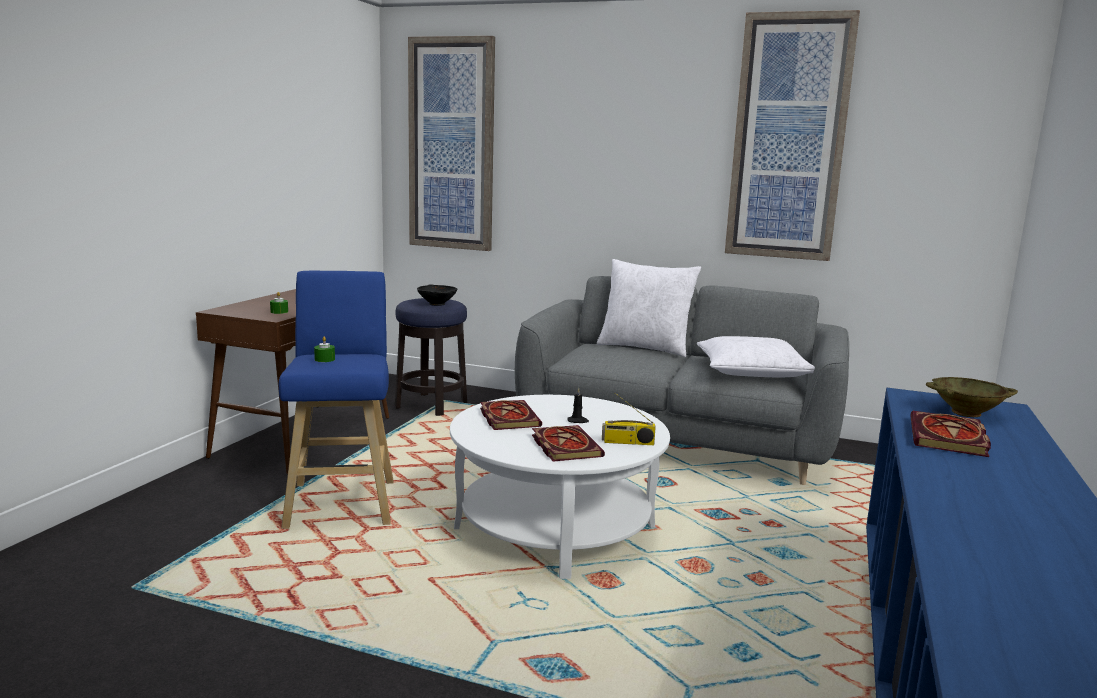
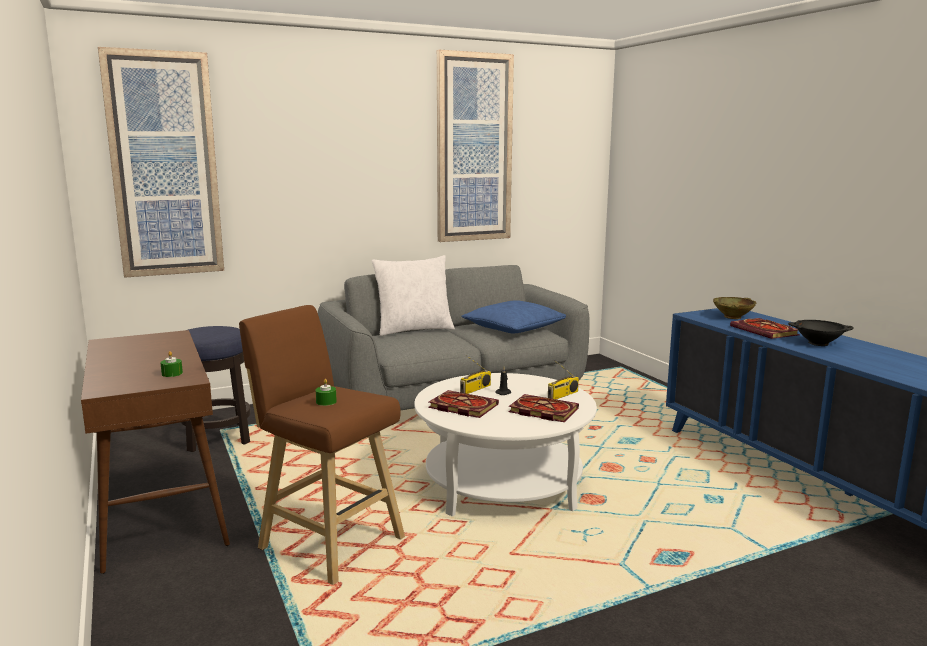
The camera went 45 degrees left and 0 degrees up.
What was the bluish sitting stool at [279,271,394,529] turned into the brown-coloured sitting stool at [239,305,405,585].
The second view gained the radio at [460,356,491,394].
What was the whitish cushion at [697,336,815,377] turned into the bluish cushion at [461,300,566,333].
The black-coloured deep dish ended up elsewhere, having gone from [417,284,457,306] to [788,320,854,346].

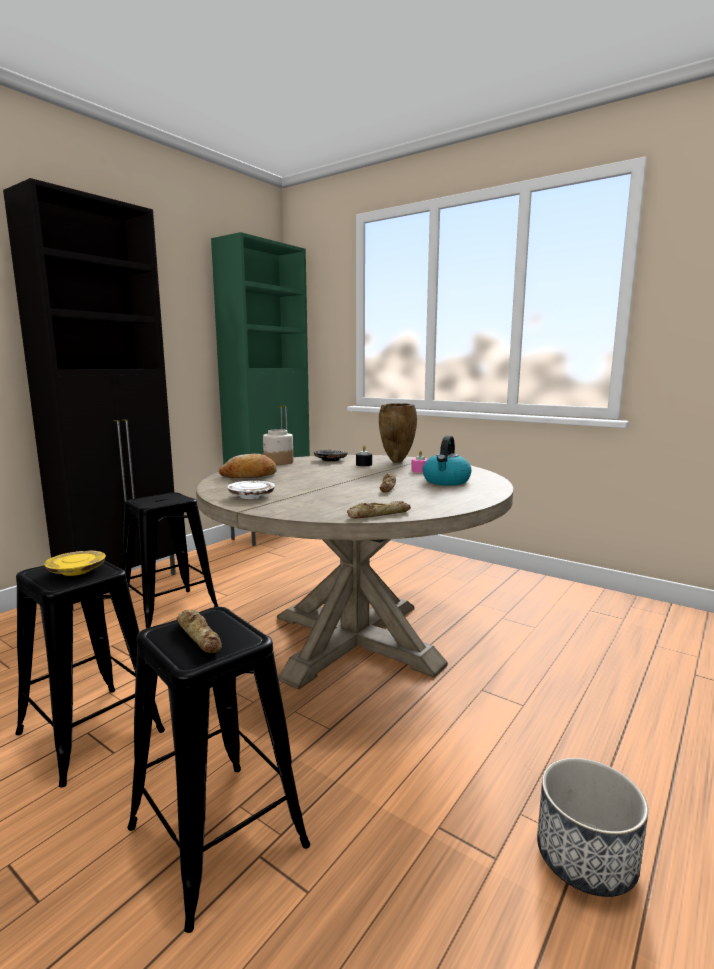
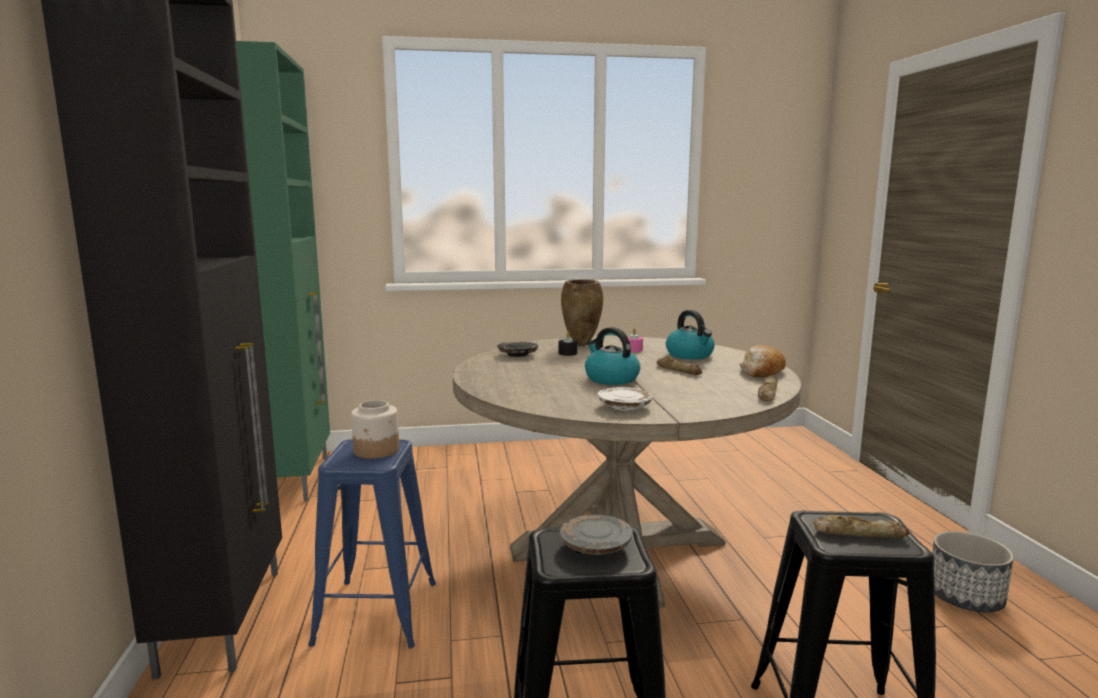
The camera went 45 degrees left and 0 degrees up.
What was the black-coloured sitting stool at [123,492,218,628] turned into the bluish sitting stool at [308,439,436,648].
The preserve jar ended up elsewhere, having gone from [263,429,293,465] to [351,400,399,459].
What was the yellow flat dish at [44,551,106,576] turned into the gray flat dish at [560,515,633,555].
The second view gained the kettle at [585,327,640,385].
The baked bread ended up elsewhere, having gone from [219,454,277,478] to [740,345,786,377].

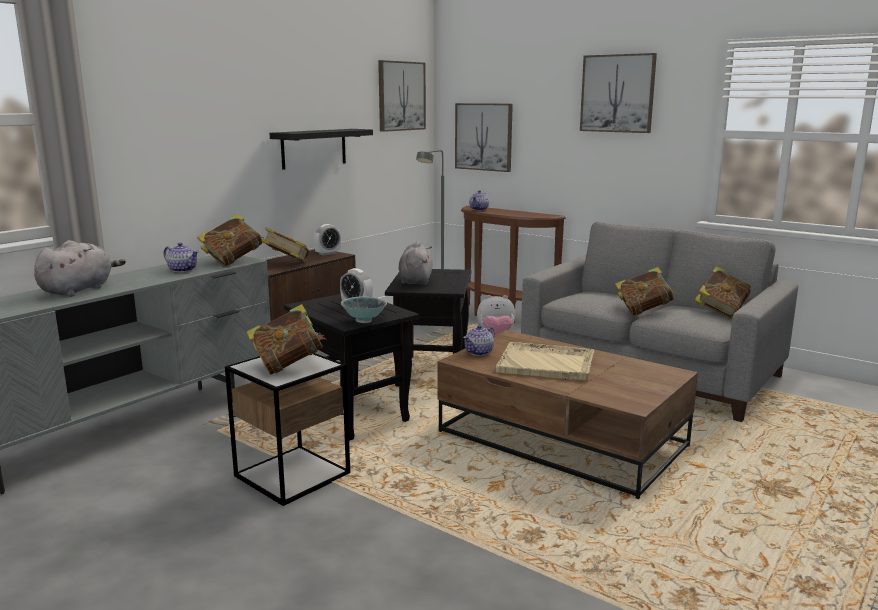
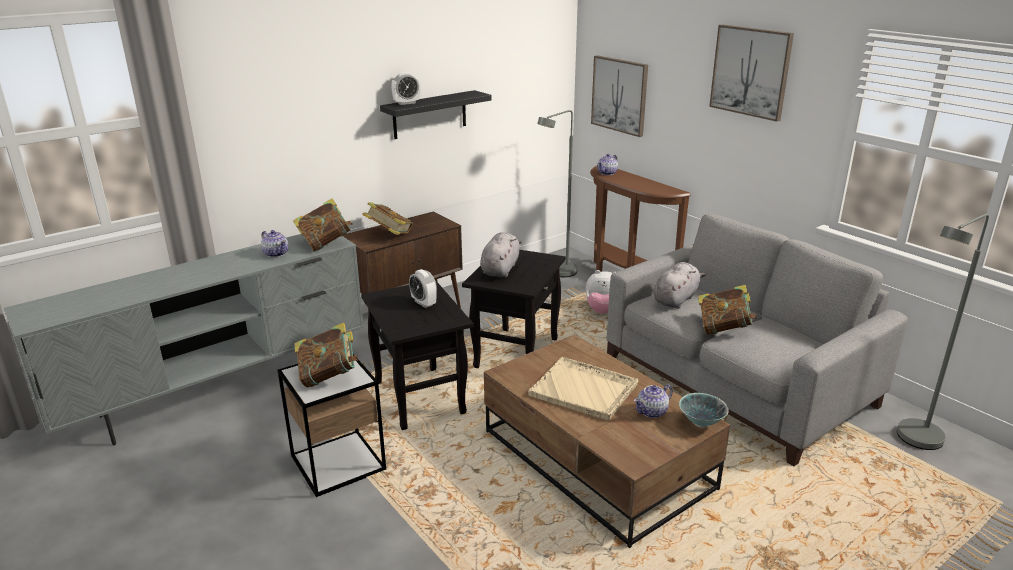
The camera went 15 degrees right and 10 degrees up.
The bedside clock ended up elsewhere, having gone from [314,224,341,256] to [391,72,420,105].
The pot for tea ended up elsewhere, having gone from [463,325,495,356] to [634,385,673,418].
The gray soft toy ended up elsewhere, having gone from [34,240,126,297] to [654,262,706,309].
The deep dish ended up elsewhere, having gone from [341,297,387,323] to [679,393,729,428].
The second view gained the gray standing lamp at [897,214,989,450].
The second view lost the wall picture at [378,60,426,132].
The second view lost the bound book at [694,266,751,318].

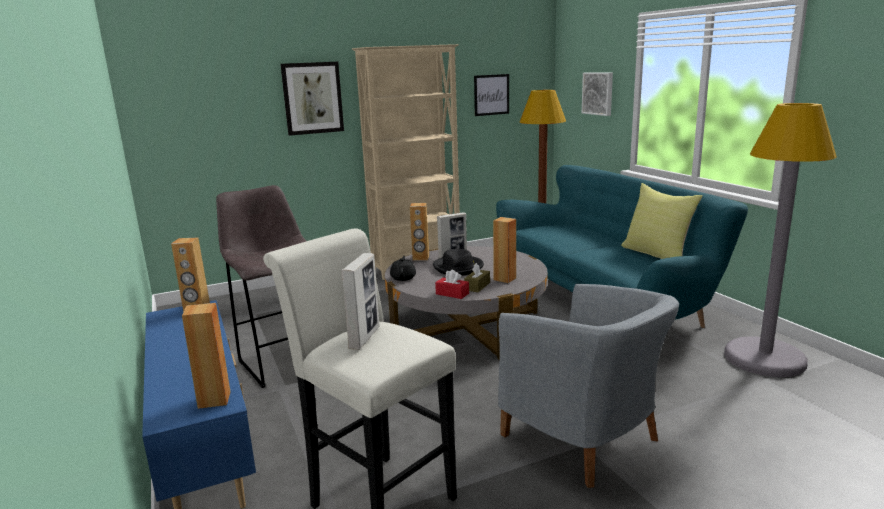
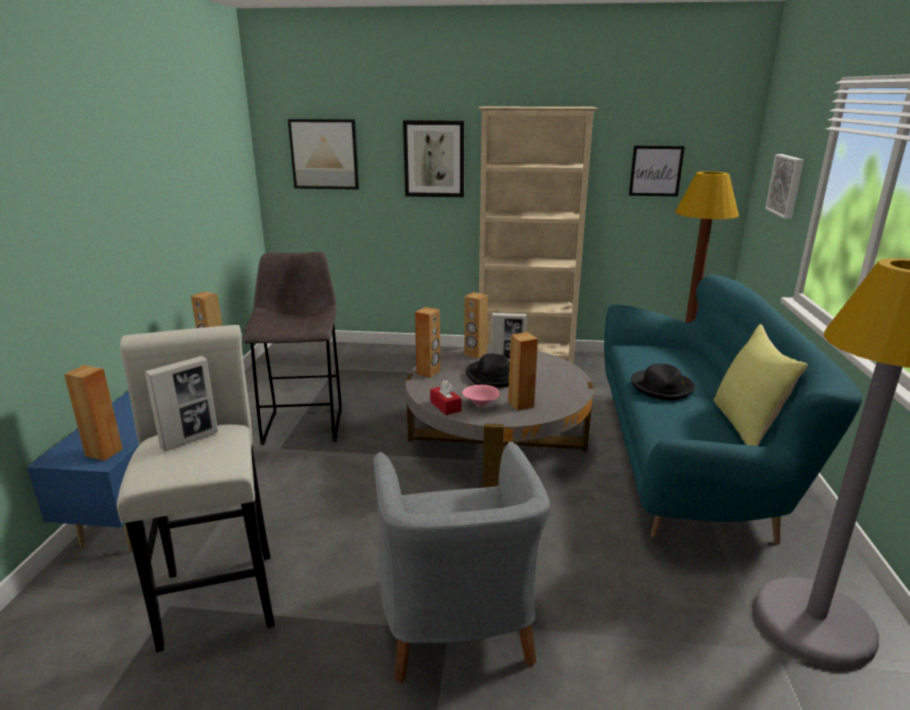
The camera went 30 degrees right and 5 degrees up.
The second view gained the wall picture at [288,119,359,190].
Where the black-coloured pot for tea stood at [390,256,416,281], the brown-coloured loudspeaker came to stand at [415,307,440,378].
Where the brown-coloured box of tissues stood at [464,263,490,292], the pink-coloured deep dish came to stand at [462,385,500,407].
The second view gained the black-coloured hat at [631,364,695,401].

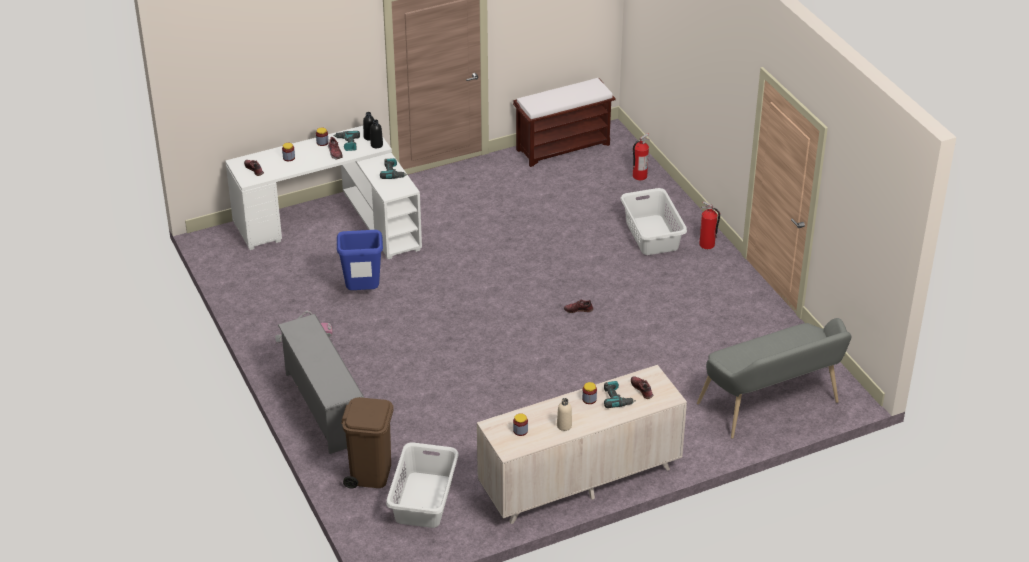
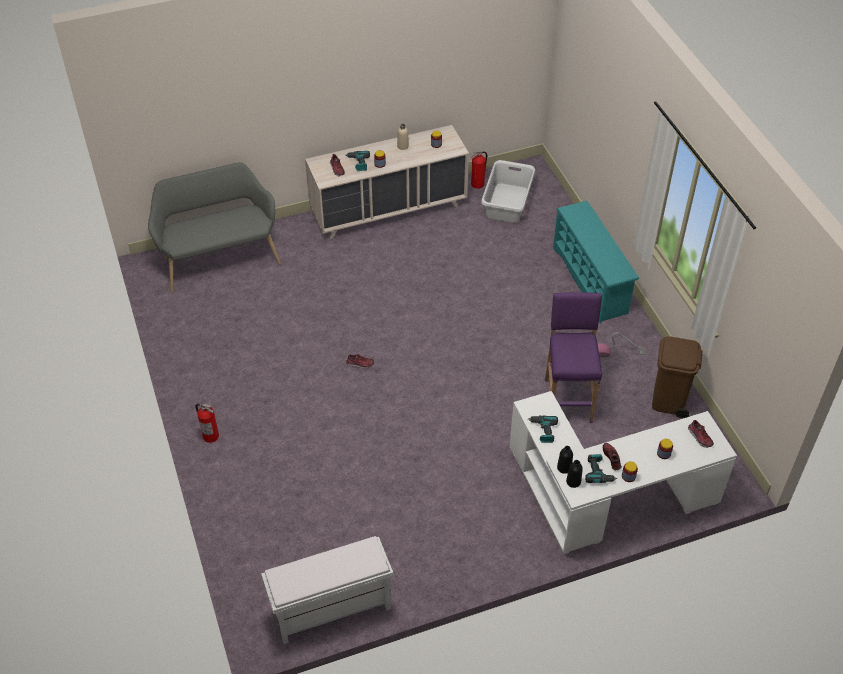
The camera went 175 degrees left and 10 degrees up.
What was the brown-coloured long seat at [513,78,616,167] turned into the whitish long seat at [261,536,394,644].
The fire-fighting cylinder ended up elsewhere, having gone from [633,133,649,180] to [471,151,487,189].
Where the bluish trash can stood at [337,230,383,290], the purplish sitting stool came to stand at [545,292,602,423].
What was the gray shoe rack at [278,314,364,454] turned into the turquoise shoe rack at [553,201,639,323].
The brown-coloured trash can ended up elsewhere, having gone from [341,397,394,489] to [652,336,702,419].
The second view lost the whitish washing basket at [620,188,687,255].

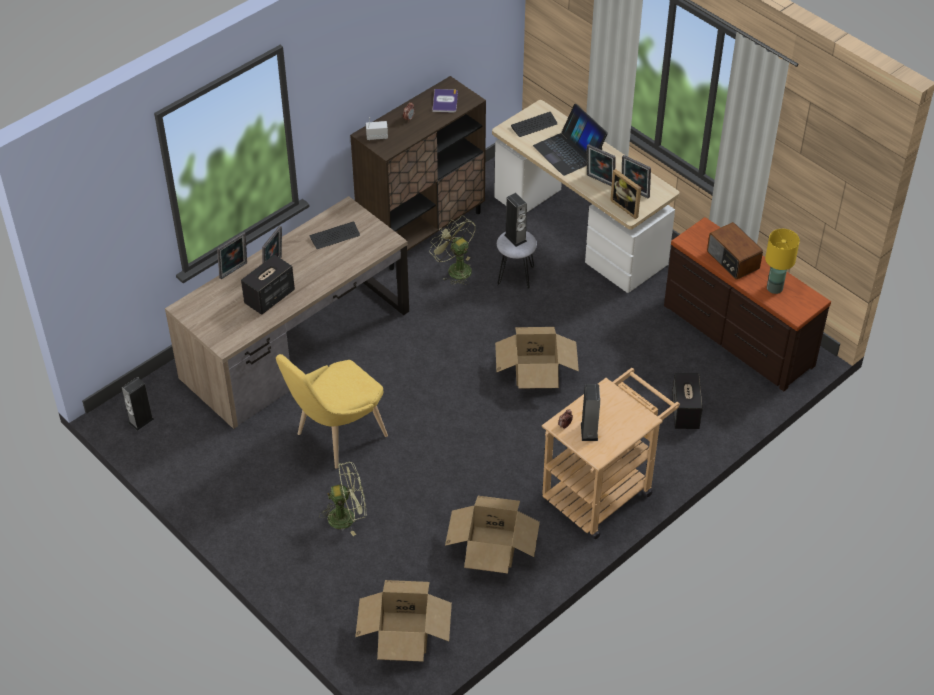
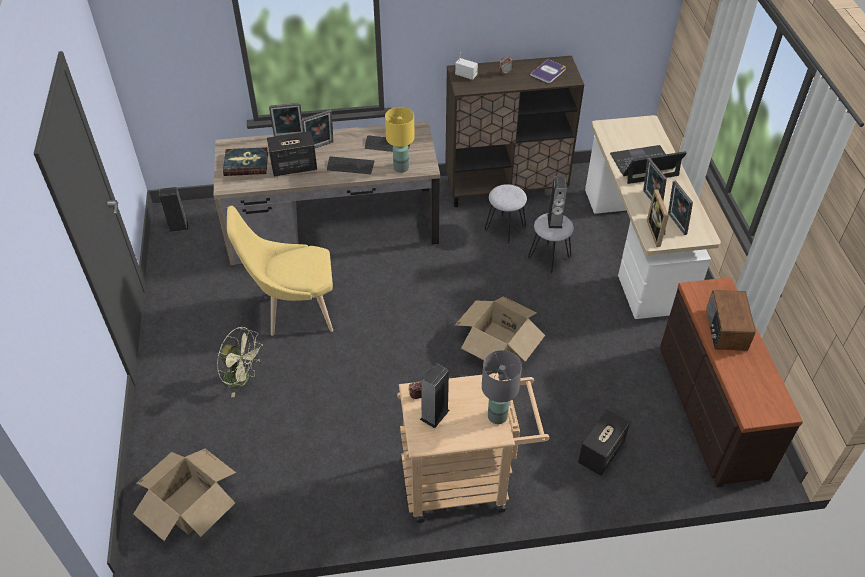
The camera went 35 degrees right and 0 degrees up.
The second view gained the bound book at [223,147,268,176].
The PC keyboard ended up elsewhere, having gone from [511,112,558,137] to [327,156,374,174].
The yellow table lamp ended up elsewhere, having gone from [765,229,800,294] to [385,107,415,173].
The second view gained the gray table lamp at [482,350,522,424].
Where the greenish fan stood at [429,215,476,285], the gray sitting stool came to stand at [485,184,527,244].
The notebook computer at [533,104,608,176] ended up facing another way, 75 degrees clockwise from before.
The second view lost the carton at [445,496,540,573].

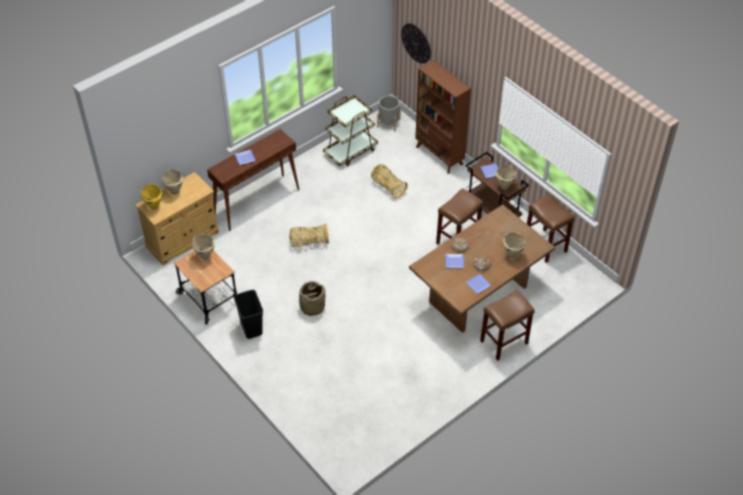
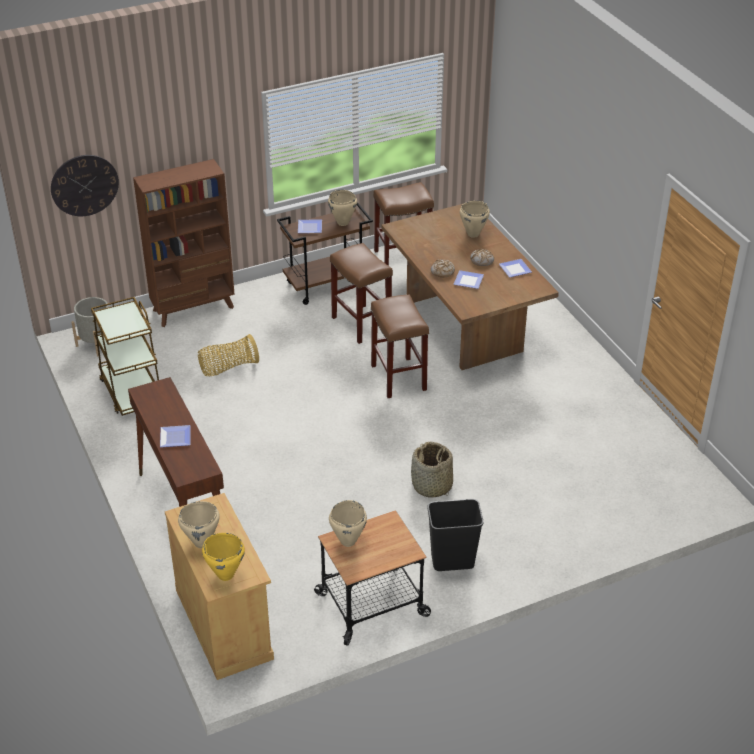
The camera went 75 degrees left and 10 degrees down.
The brown-coloured sitting stool ended up elsewhere, having gone from [480,290,535,361] to [371,294,429,398].
The second view lost the storage basket at [289,224,329,247].

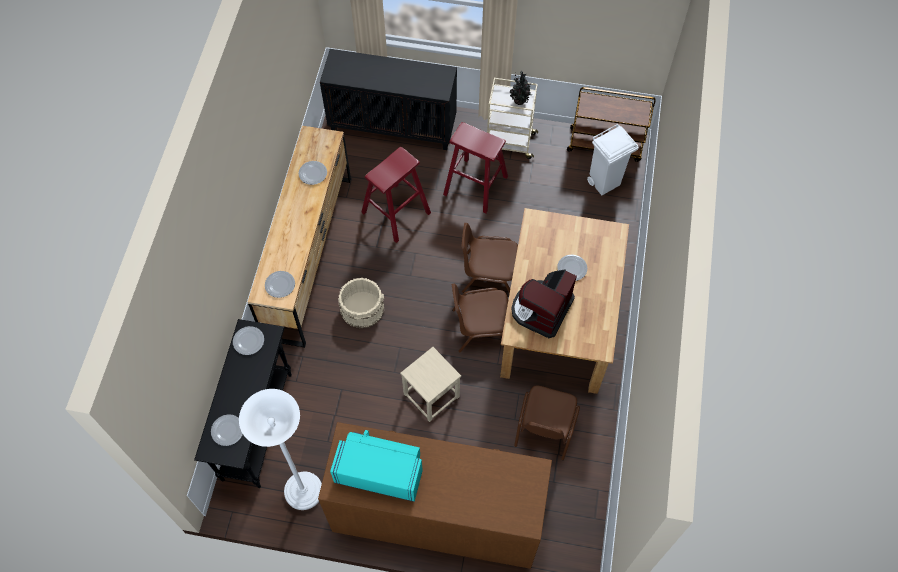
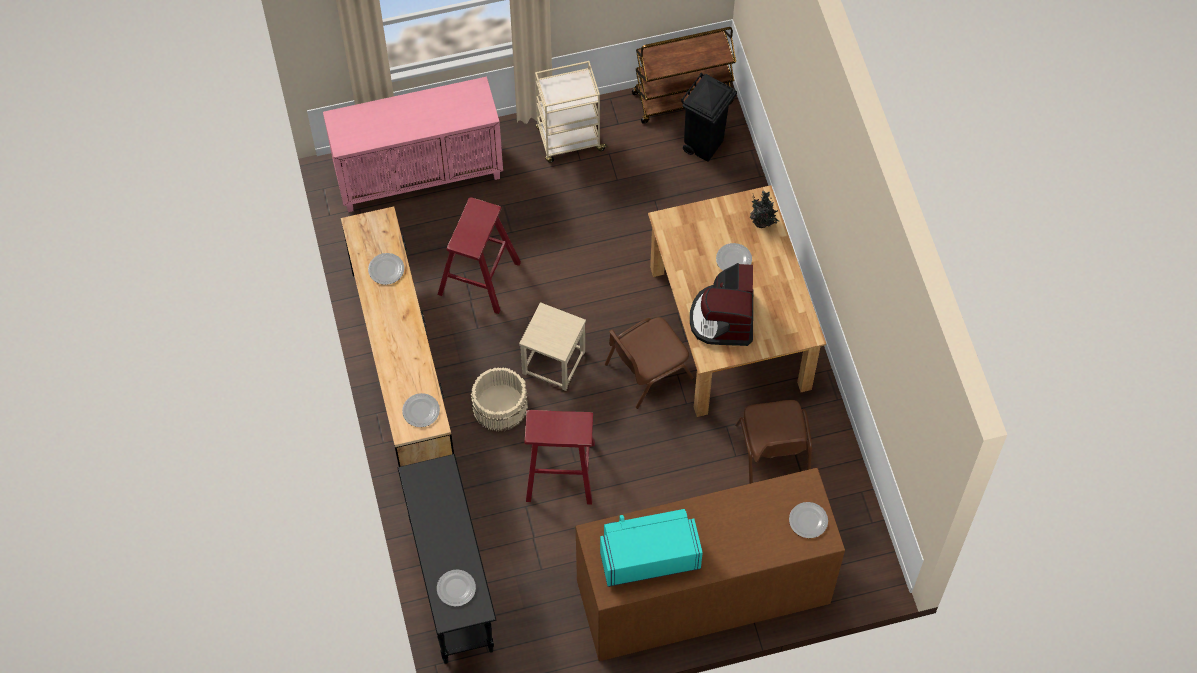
The camera went 25 degrees left and 0 degrees up.
What was the black-coloured cupboard at [320,49,457,150] turned into the pink-coloured cupboard at [323,77,503,212].
The sand-coloured sitting stool ended up elsewhere, having gone from [400,347,461,422] to [519,302,586,391].
The reddish sitting stool ended up elsewhere, having gone from [443,122,508,214] to [525,410,595,505].
What was the whitish trash can at [587,123,639,195] turned into the black-coloured trash can at [681,73,737,162].
The potted plant ended up elsewhere, having gone from [510,71,532,105] to [750,190,779,228].
The flat dish ended up elsewhere, having gone from [233,326,264,355] to [789,502,828,538].
The second view lost the whitish standing lamp at [239,389,322,510].
The second view lost the brown-coloured upright chair at [461,223,518,294].

